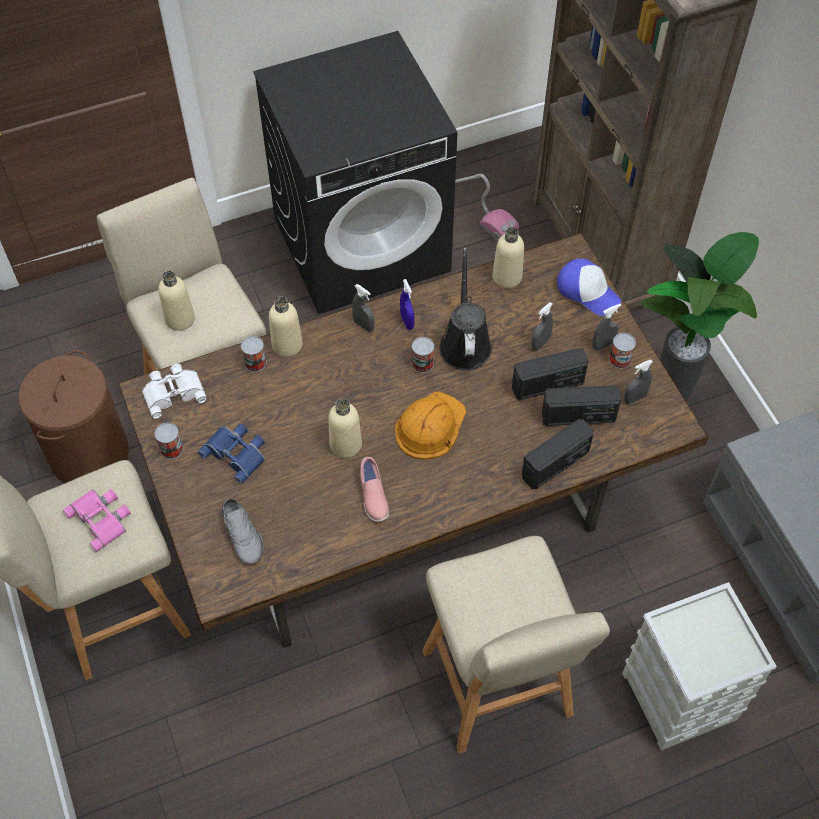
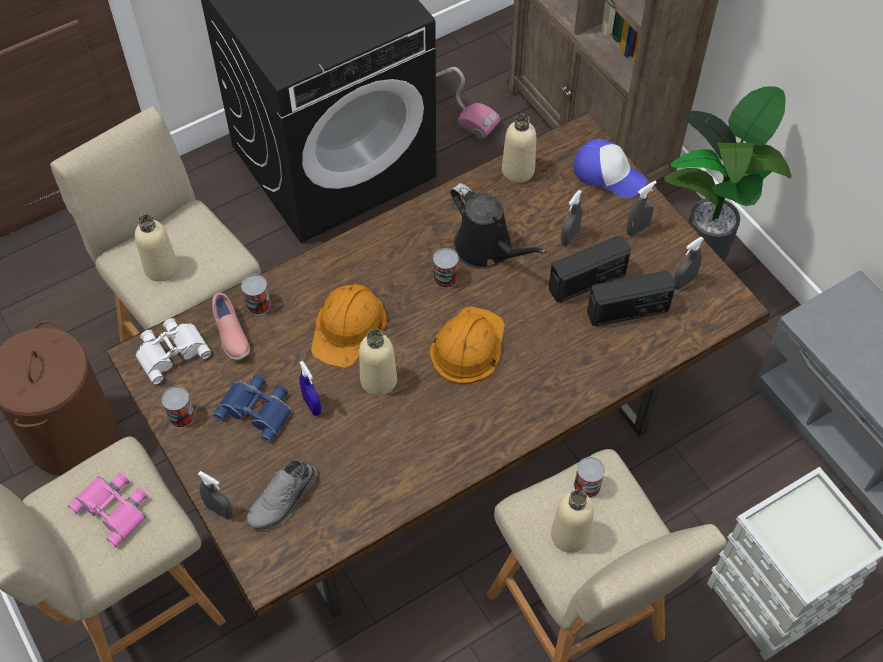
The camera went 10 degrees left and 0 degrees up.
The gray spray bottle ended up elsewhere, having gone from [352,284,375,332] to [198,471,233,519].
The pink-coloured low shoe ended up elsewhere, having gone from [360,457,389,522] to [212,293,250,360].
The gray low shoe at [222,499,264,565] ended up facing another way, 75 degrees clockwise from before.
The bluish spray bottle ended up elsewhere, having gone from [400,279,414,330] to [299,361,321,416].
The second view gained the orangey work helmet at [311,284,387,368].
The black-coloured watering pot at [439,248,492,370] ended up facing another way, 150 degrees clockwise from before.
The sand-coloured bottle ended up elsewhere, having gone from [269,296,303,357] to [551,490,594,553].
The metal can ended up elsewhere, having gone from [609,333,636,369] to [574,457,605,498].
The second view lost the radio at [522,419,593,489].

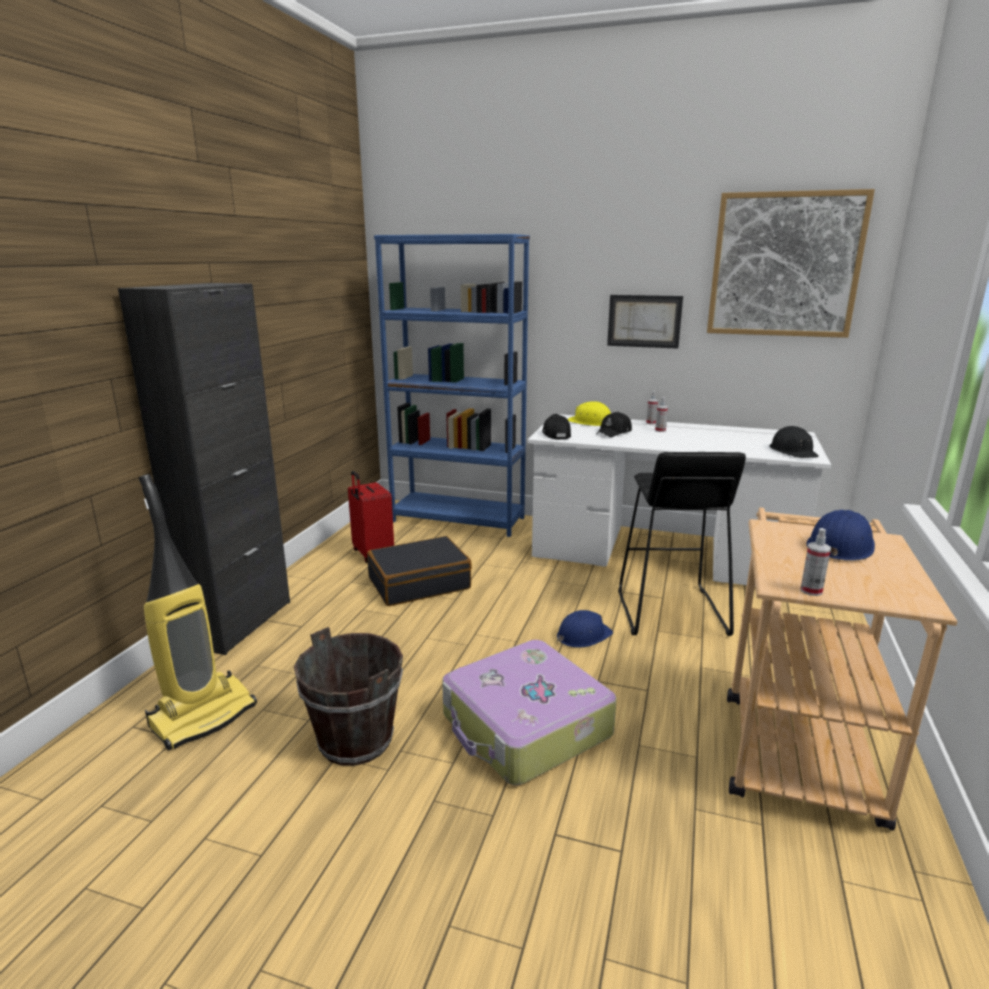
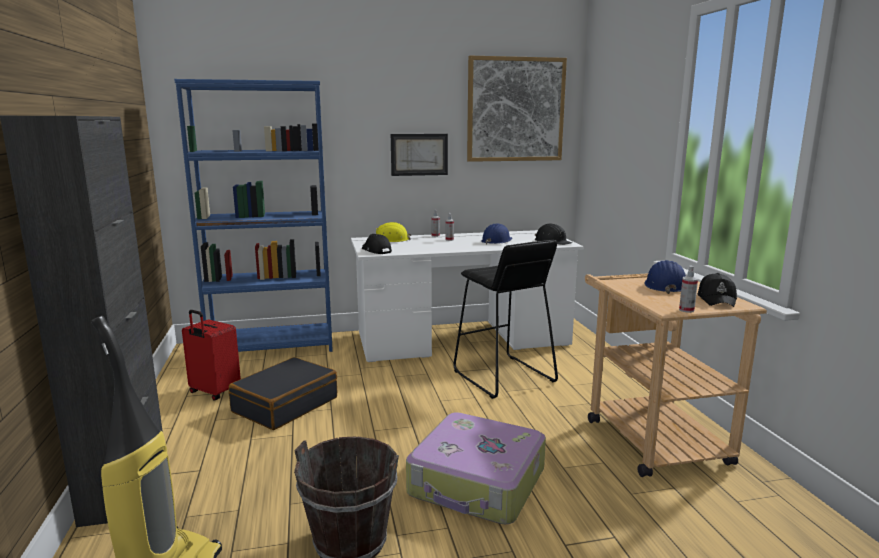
The camera went 30 degrees left and 5 degrees down.
The bluish work helmet ended up elsewhere, having gone from [557,610,613,648] to [481,223,512,244].
The black-coloured baseball cap ended up elsewhere, having gone from [596,412,632,437] to [698,273,737,307].

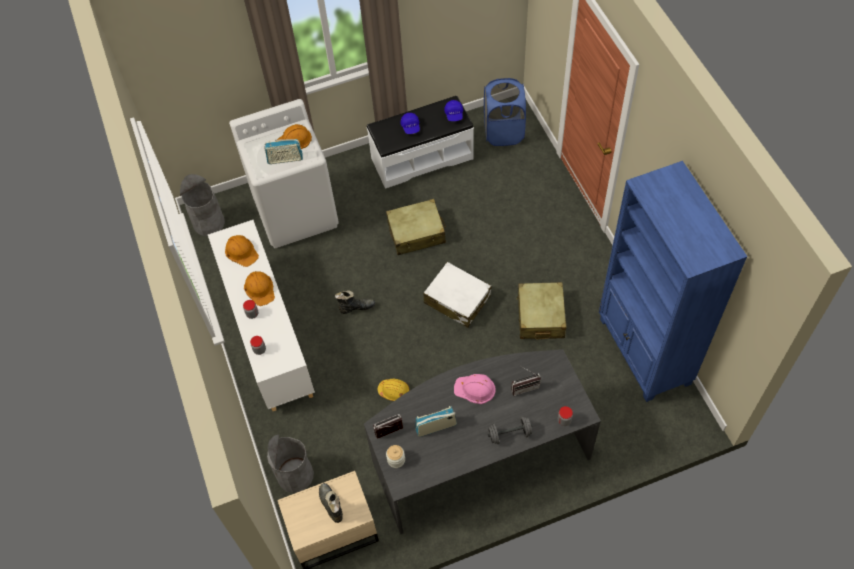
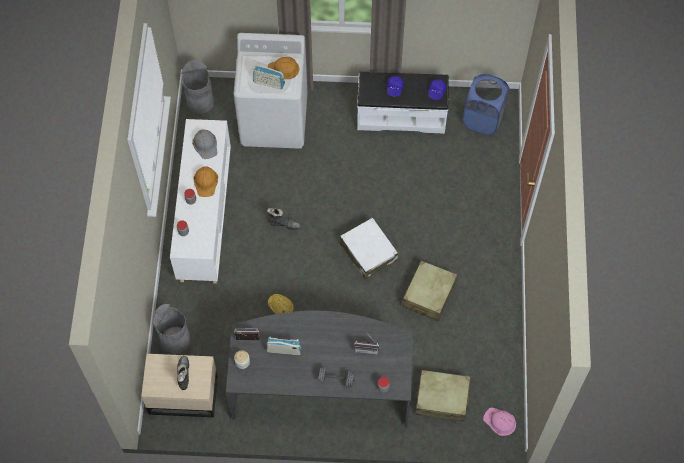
The camera went 20 degrees right and 5 degrees up.
What was the orangey work helmet at [225,235,259,267] turned into the gray work helmet at [192,129,218,159].
The sand-coloured travel case ended up elsewhere, having gone from [386,199,446,255] to [416,370,471,422].
The pink-coloured work helmet ended up elsewhere, having gone from [454,374,495,404] to [483,408,516,436].
The second view lost the bluish bookshelf at [599,161,747,402].

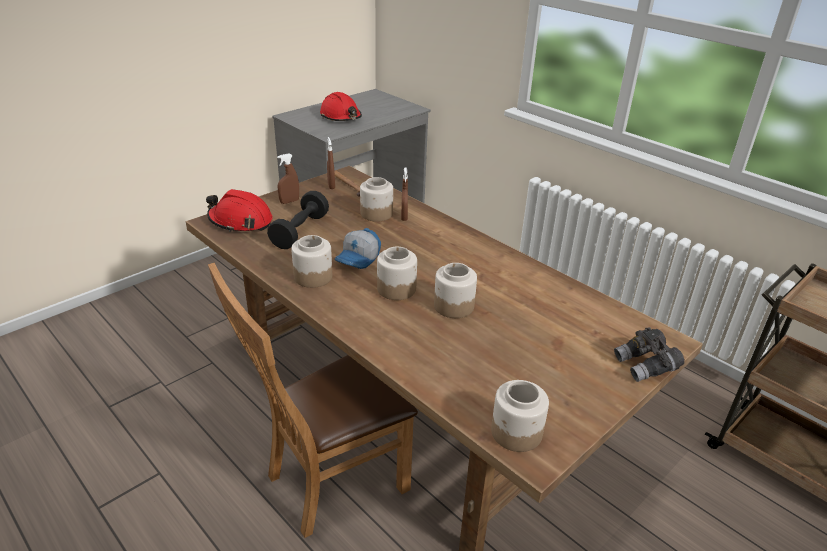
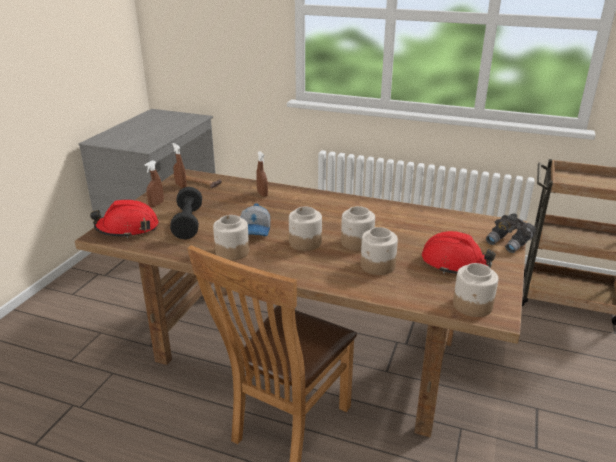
The camera went 25 degrees left and 5 degrees down.
The preserve jar ended up elsewhere, having gone from [360,177,393,222] to [360,227,398,275].
The reddish work helmet ended up elsewhere, having gone from [320,92,362,121] to [422,231,496,274].

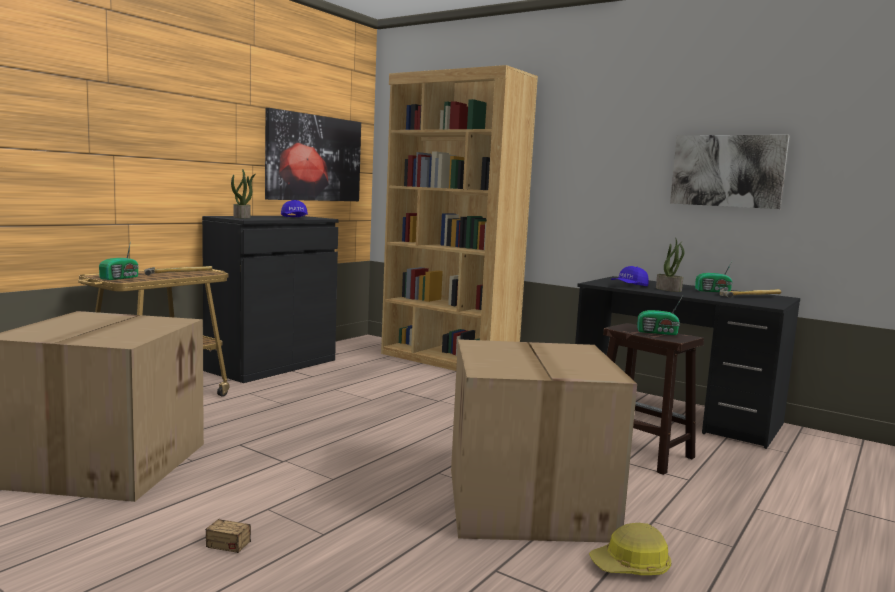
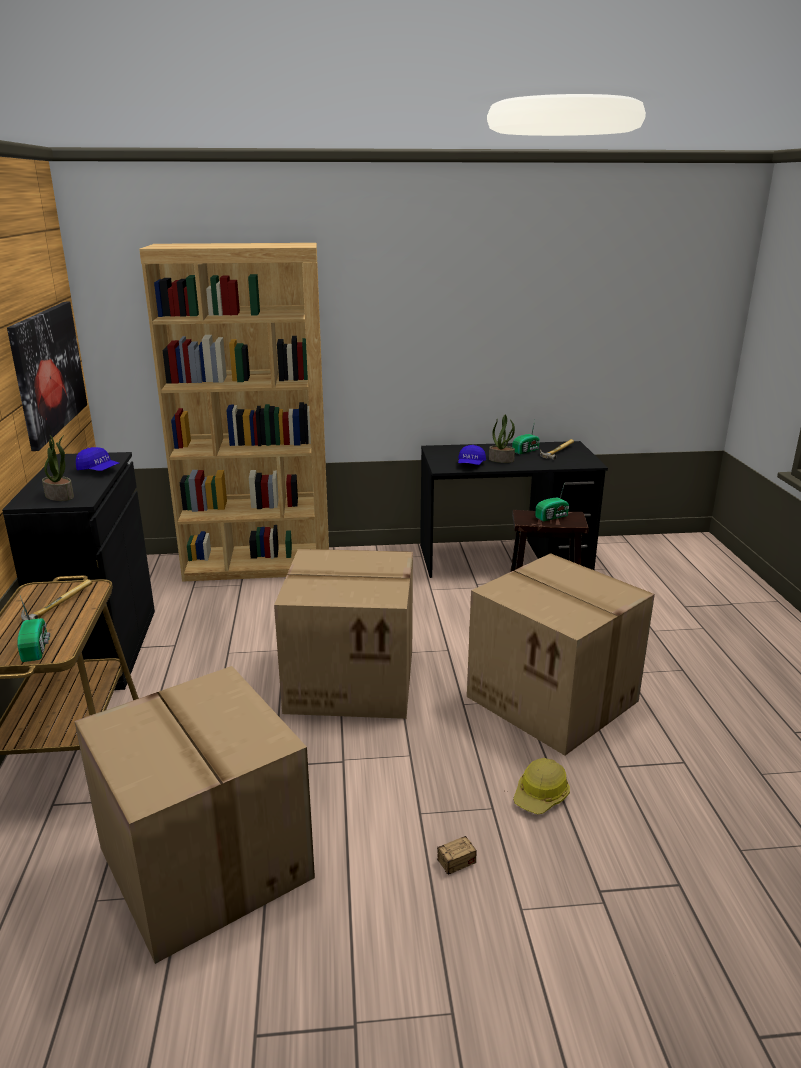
The camera went 40 degrees left and 15 degrees up.
The second view gained the carton at [274,549,413,719].
The work helmet ended up elsewhere, having gone from [589,523,671,575] to [513,758,570,814].
The second view lost the wall picture at [670,135,790,209].

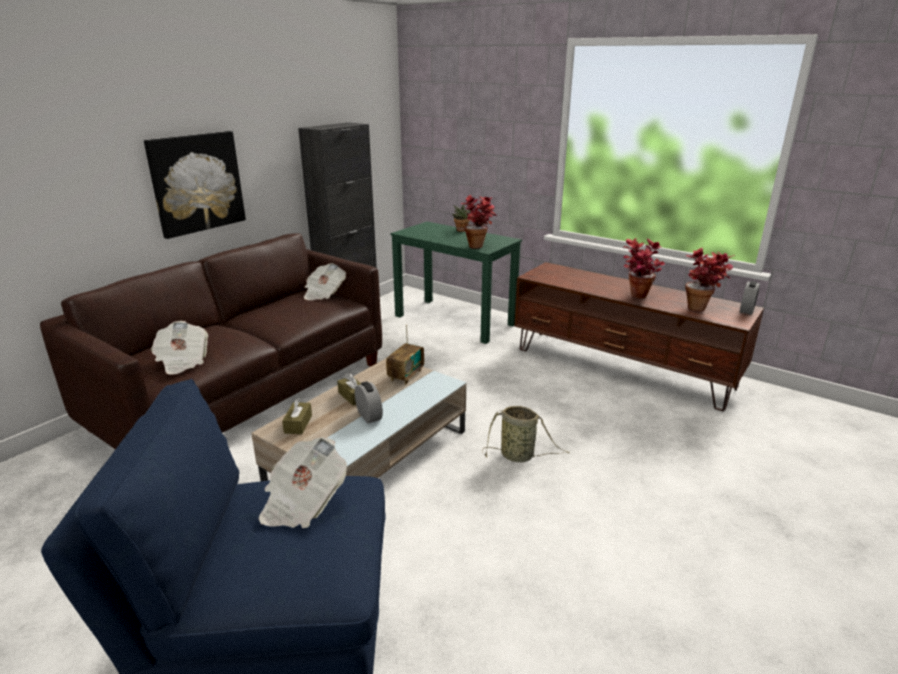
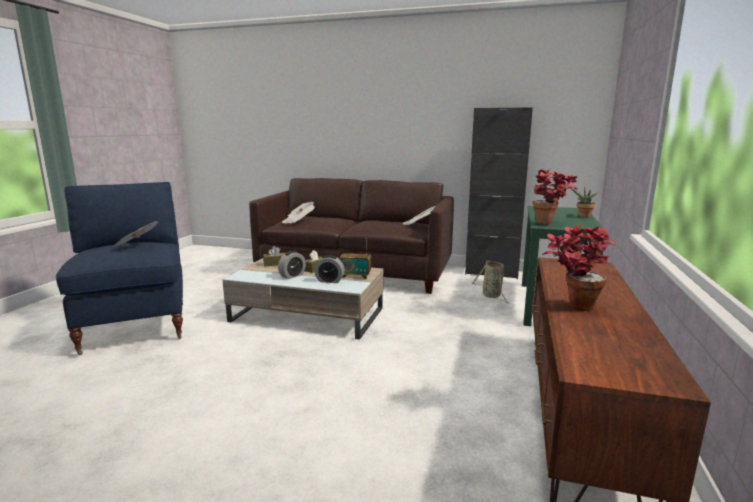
The camera went 70 degrees right and 10 degrees down.
The bedside clock ended up elsewhere, having gone from [740,281,760,315] to [314,255,345,283].
The storage basket ended up elsewhere, having gone from [482,406,569,462] to [472,260,510,304].
The second view lost the wall picture at [144,131,246,239].
The second view lost the potted plant at [685,247,734,311].

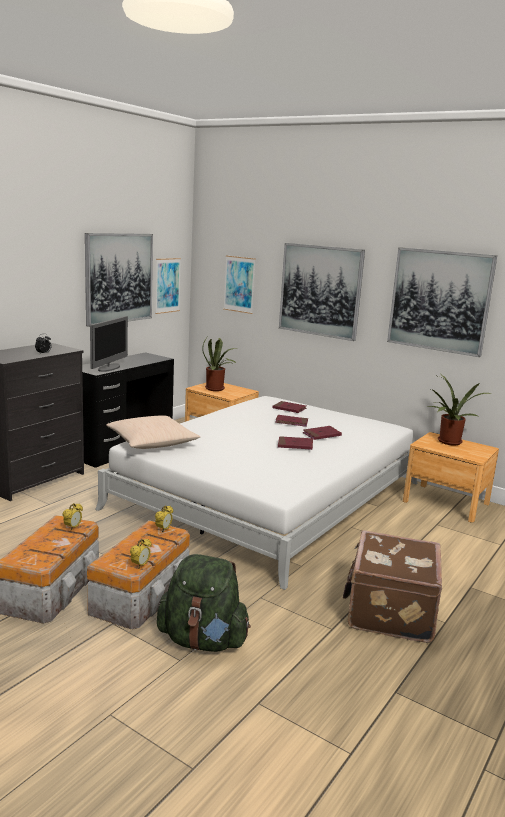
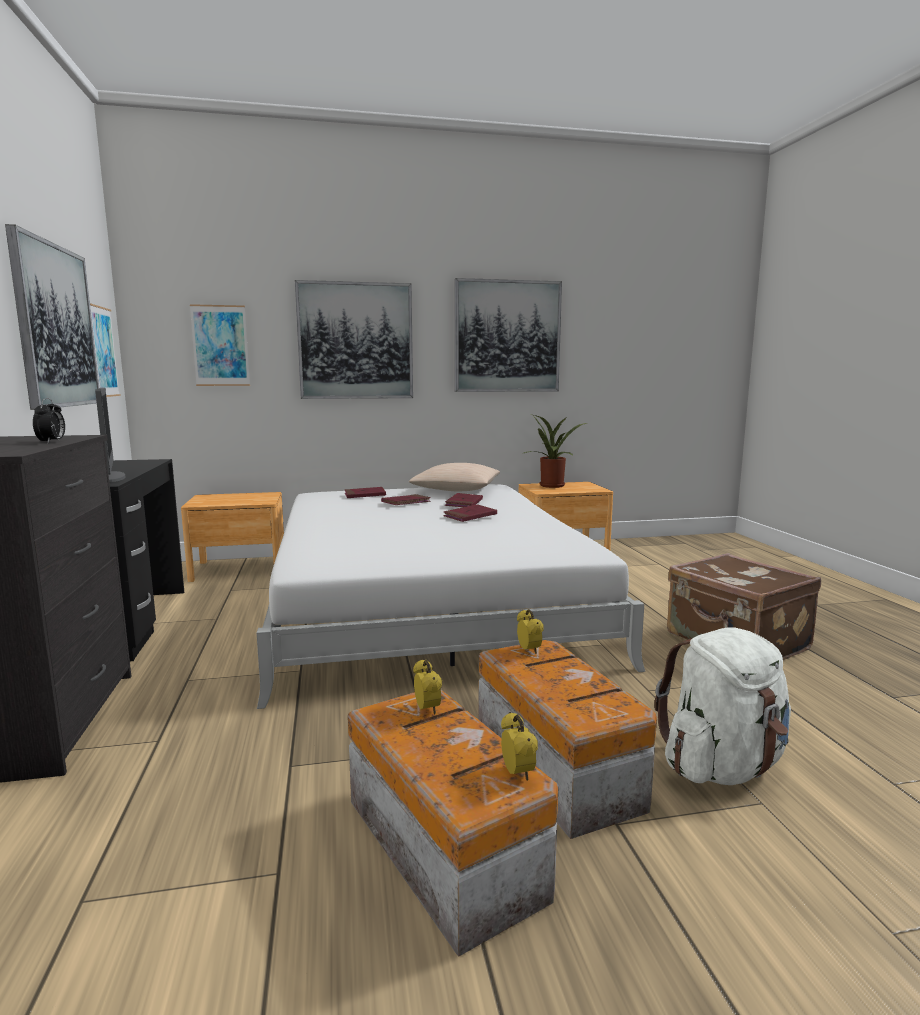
The camera went 45 degrees left and 5 degrees down.
The sand-coloured cushion ended up elsewhere, having gone from [106,416,200,449] to [409,463,500,491].
The bedside clock ended up elsewhere, having gone from [130,539,152,569] to [501,712,538,781].
What was the greenish knapsack at [157,554,251,652] turned into the whitish knapsack at [654,628,791,785].
The second view lost the potted plant at [202,338,237,391].

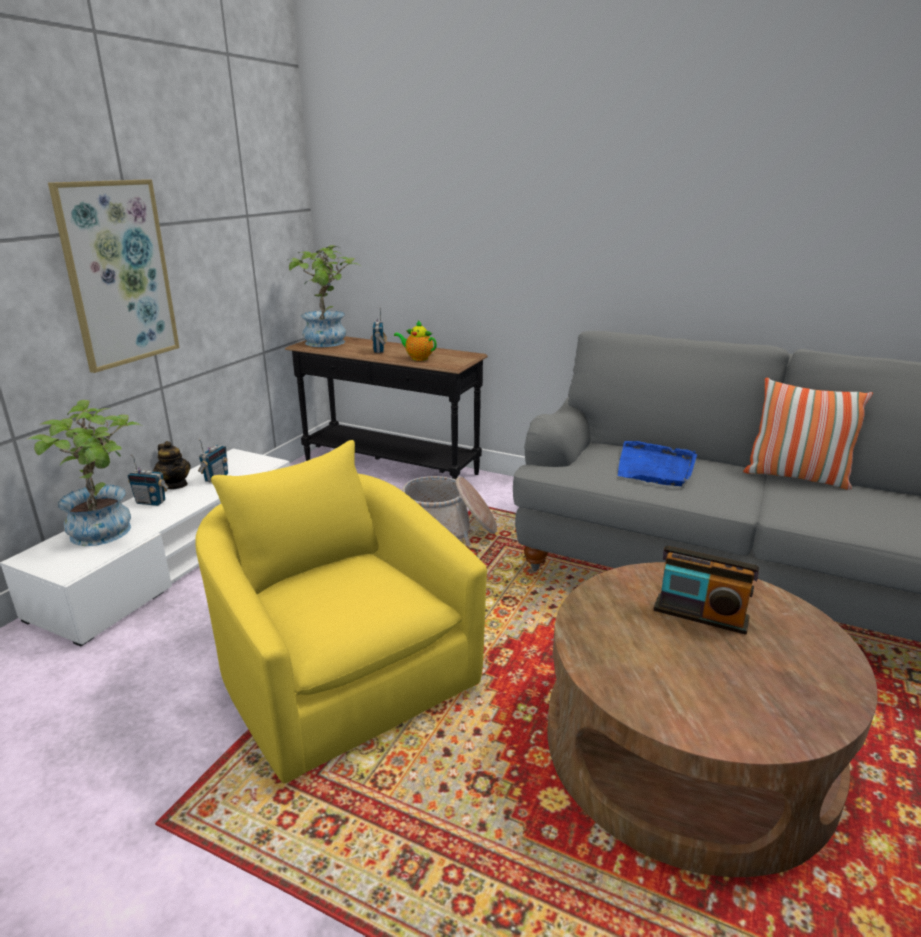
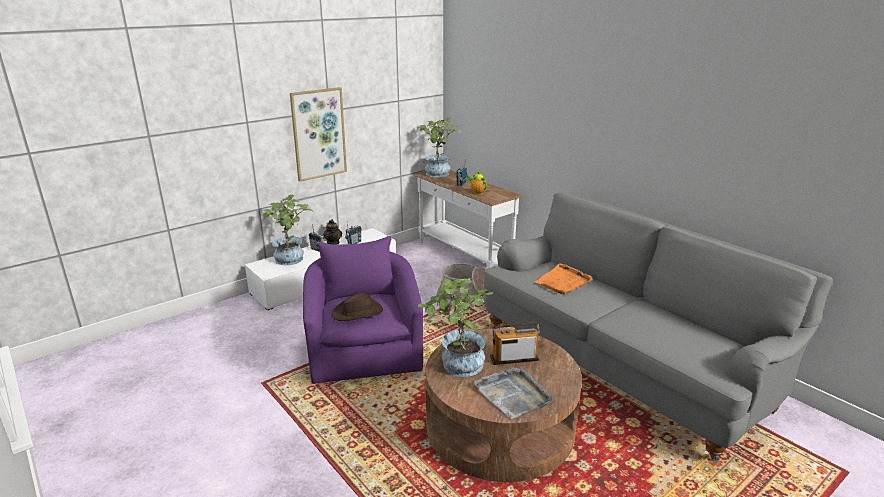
The camera went 25 degrees right and 0 degrees up.
What was the yellow lounge chair at [195,440,487,783] turned into the purplish lounge chair at [303,236,423,384].
The second view gained the brown-coloured hat at [332,293,383,321].
What was the black-coloured narrow table at [285,336,488,480] turned into the whitish narrow table at [413,170,522,269].
The second view gained the potted plant at [418,279,493,377].
The second view gained the gray carrying tray at [473,367,552,419].
The radio at [654,546,760,635] ended up facing another way, 120 degrees clockwise from before.
What was the bluish carrying tray at [618,441,697,486] turned into the orangey carrying tray at [535,263,593,295].
The second view lost the cushion at [743,378,873,490].

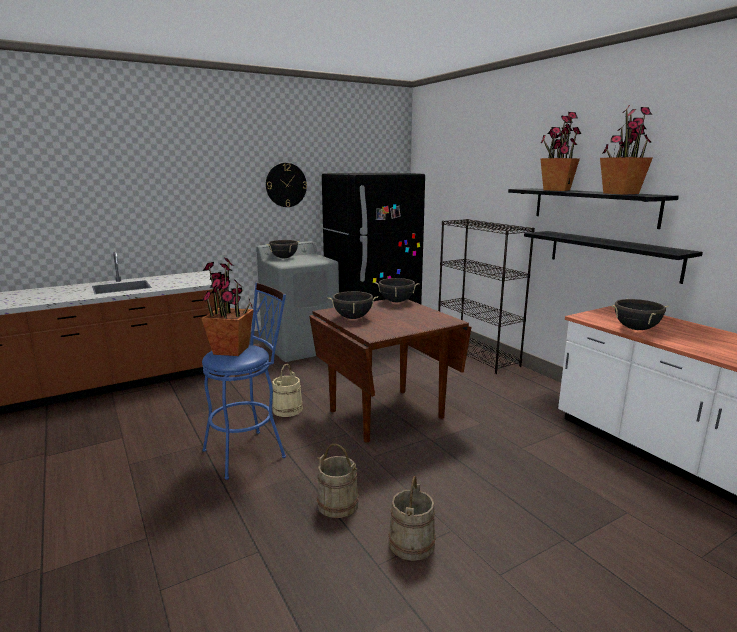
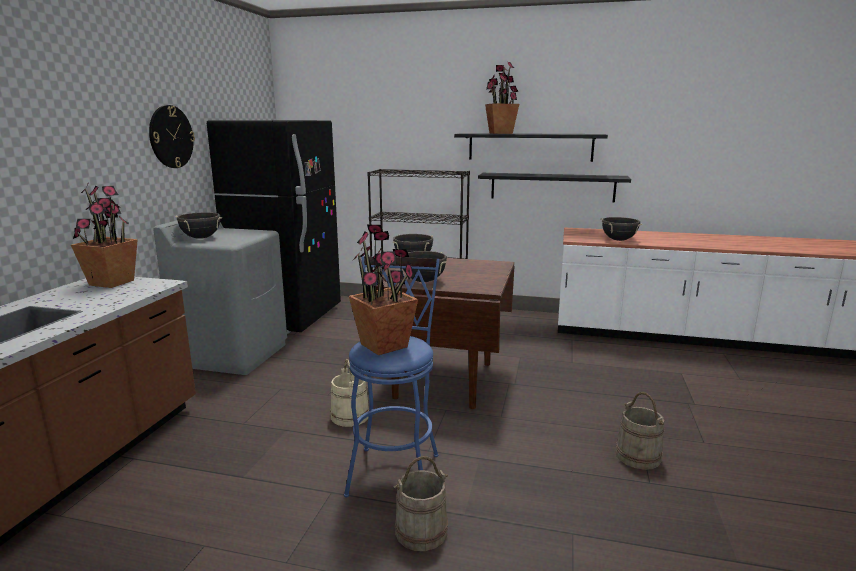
The camera went 45 degrees left and 0 degrees up.
The potted plant ended up elsewhere, having gone from [600,105,653,195] to [71,183,138,288].
The sand-coloured bucket ended up elsewhere, having gone from [317,444,359,518] to [394,456,448,551].

